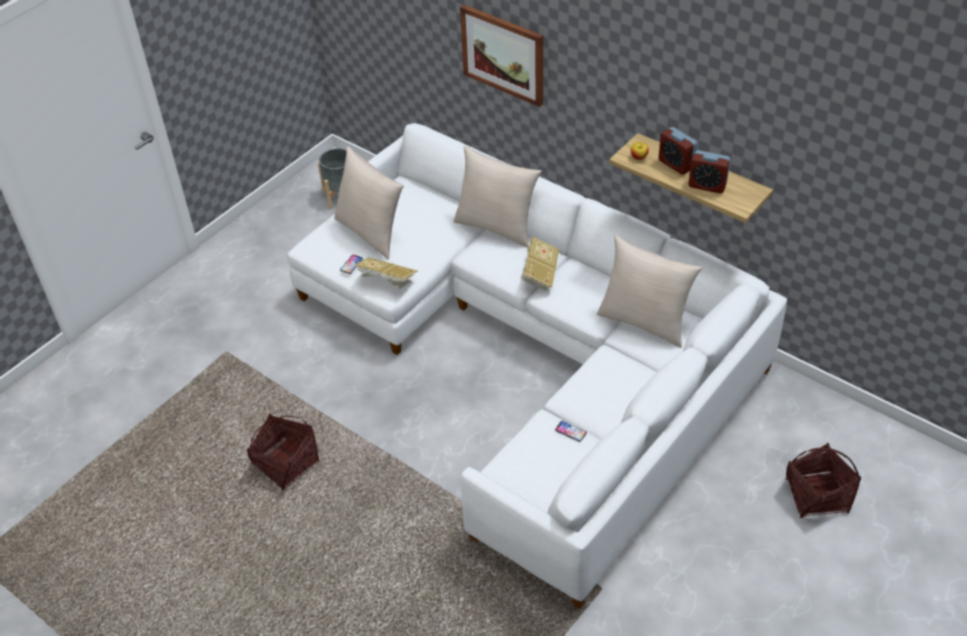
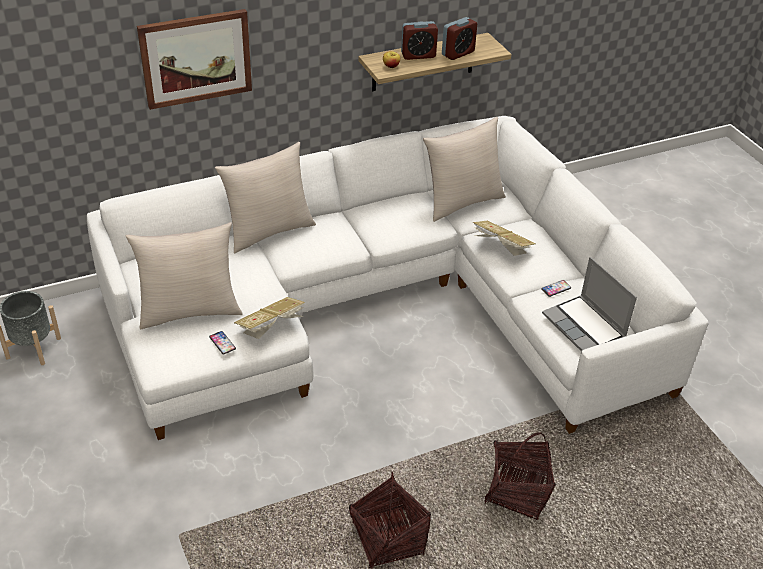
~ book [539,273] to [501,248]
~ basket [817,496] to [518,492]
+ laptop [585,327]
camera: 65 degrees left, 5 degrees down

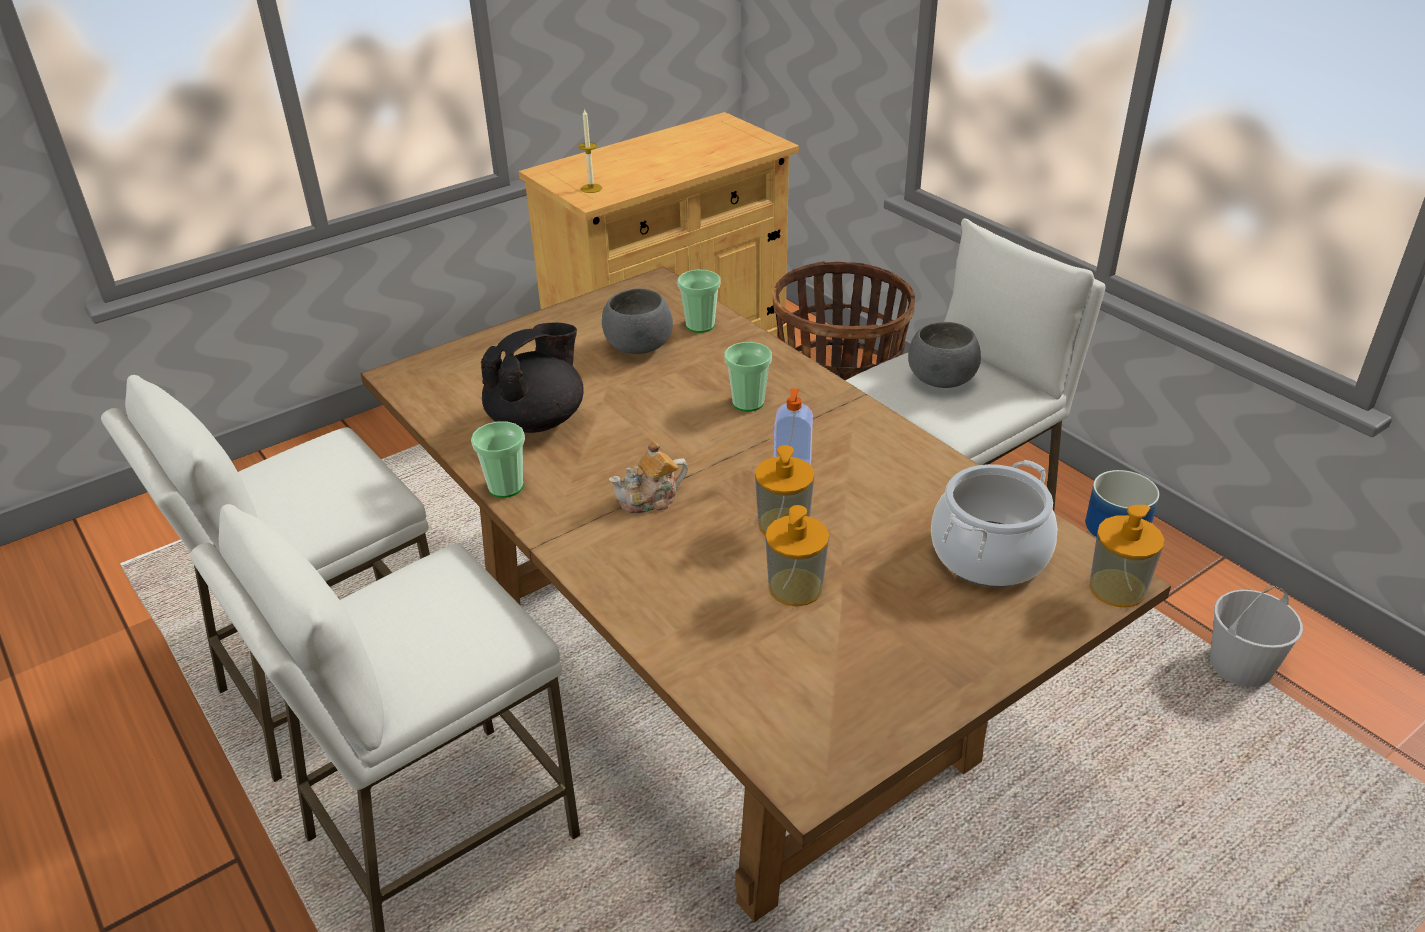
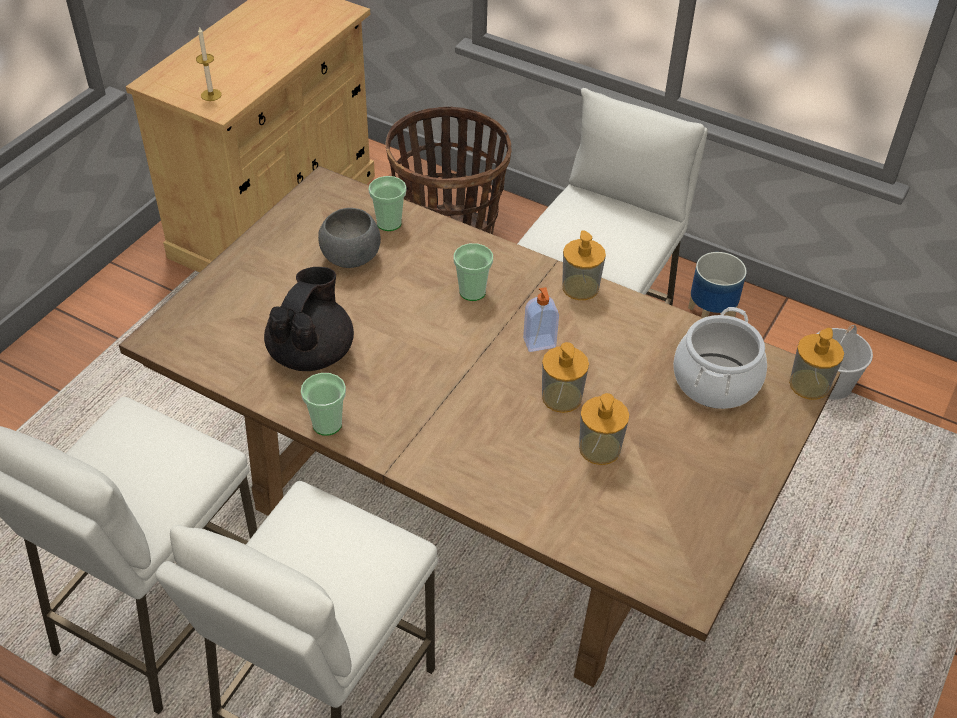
- teapot [650,499]
- grey bowl [941,380]
+ soap dispenser [580,287]
camera: 25 degrees left, 10 degrees up

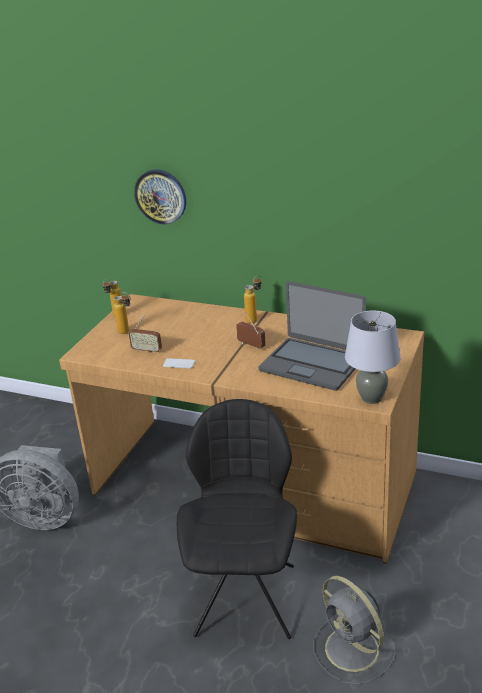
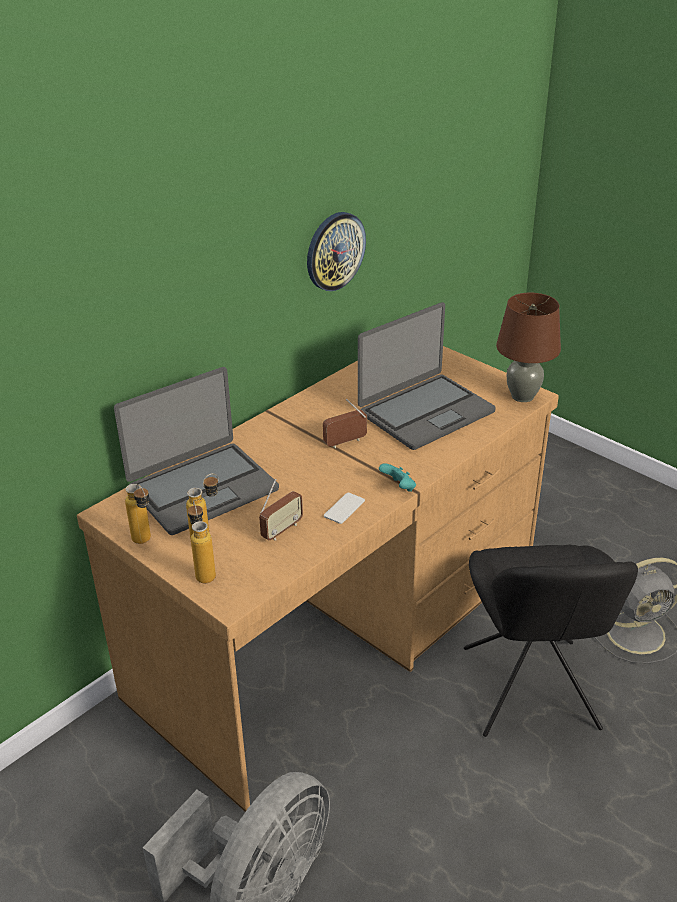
~ wall clock [161,196] to [334,251]
~ black chair [246,596] = [530,692] 120 degrees counterclockwise
~ bottle [255,319] to [204,572]
~ grey table lamp [371,398] to brown table lamp [522,396]
+ laptop [202,488]
+ turquoise game controller [399,487]
camera: 70 degrees left, 5 degrees up

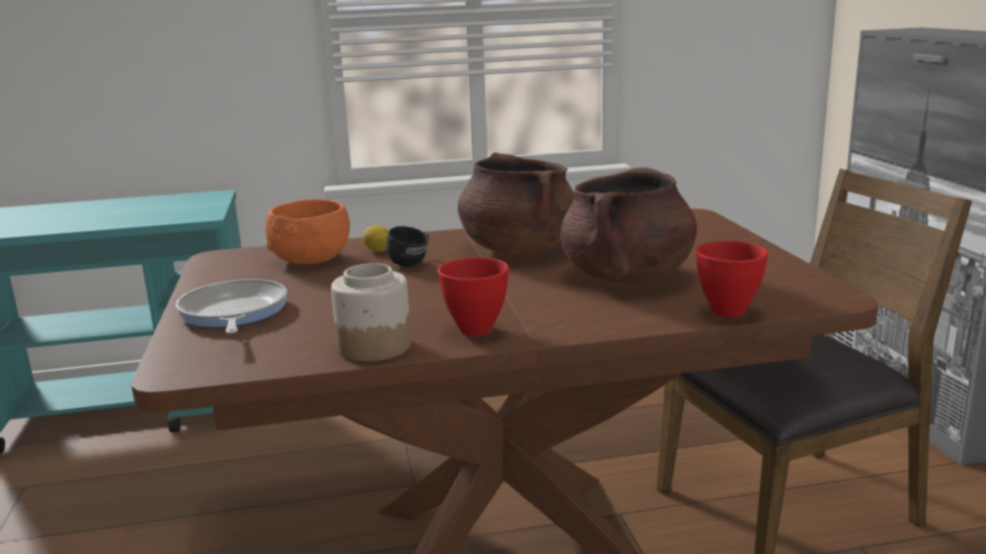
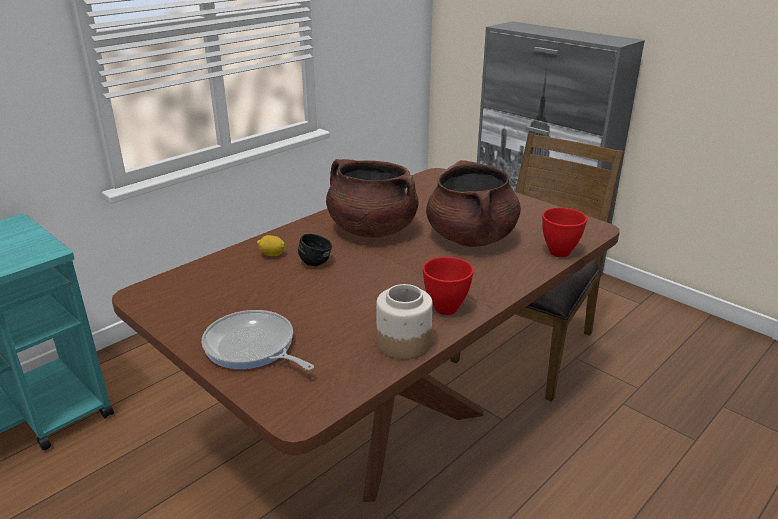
- orange bowl [312,260]
camera: 35 degrees left, 10 degrees up

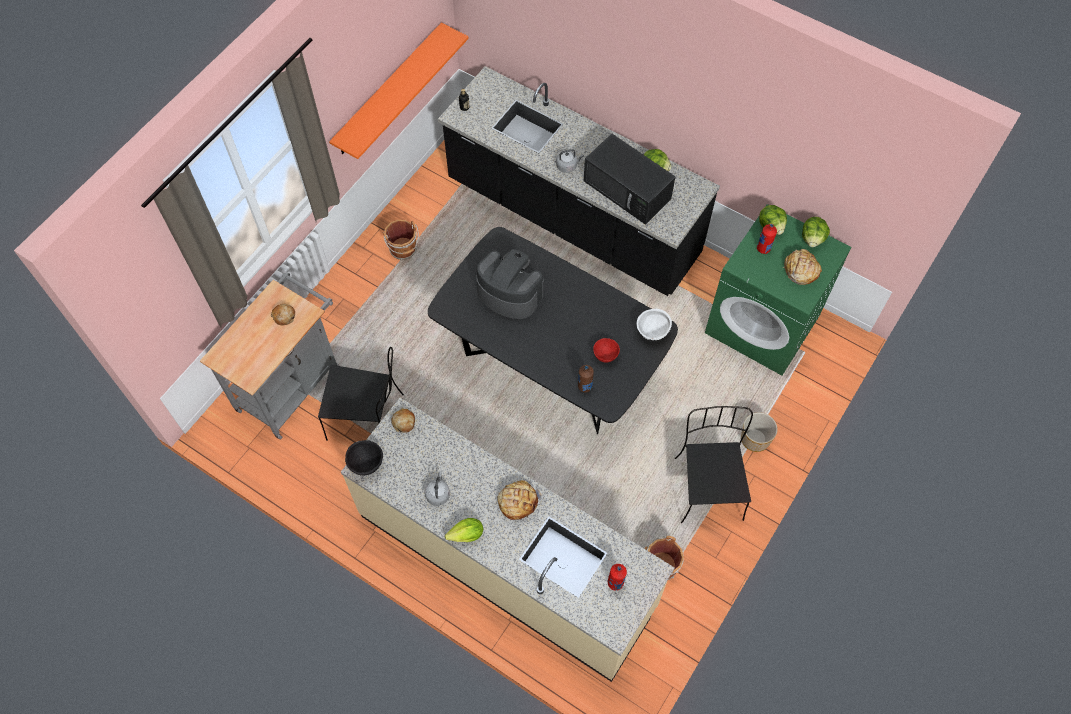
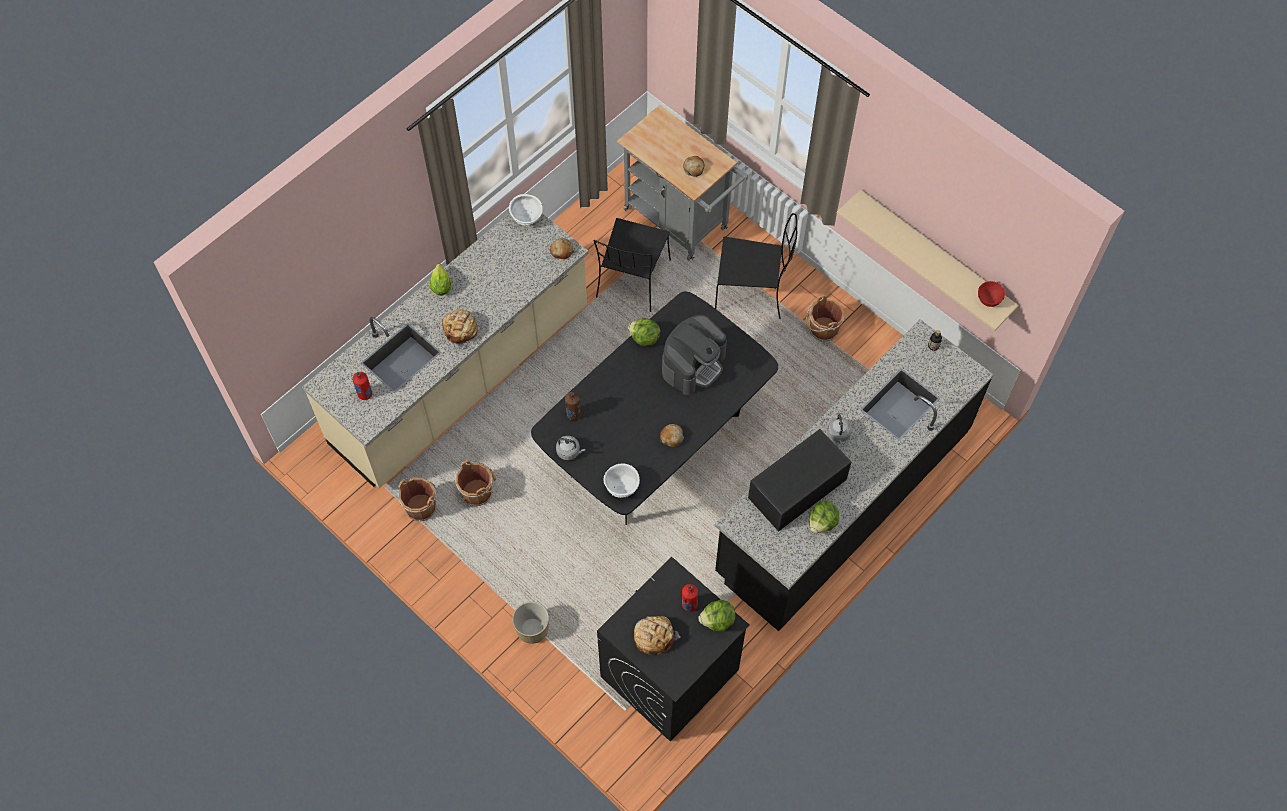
~ orange shelf [388,90] to beige shelf [935,255]
~ black bowl [366,464] to white bowl [526,219]
~ grey kettle [438,494] to [569,451]
~ red bowl [605,355] to [988,299]
~ black chair [707,486] to [752,291]
~ green washing machine [763,324] to black washing machine [669,674]
~ lettuce [812,238] to [644,338]
+ brown bucket [478,492]
+ bread [672,437]
camera: 100 degrees right, 0 degrees up

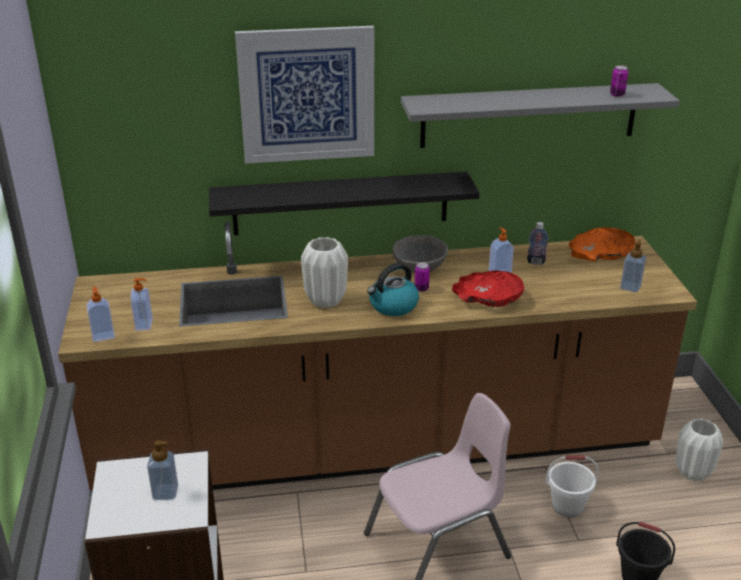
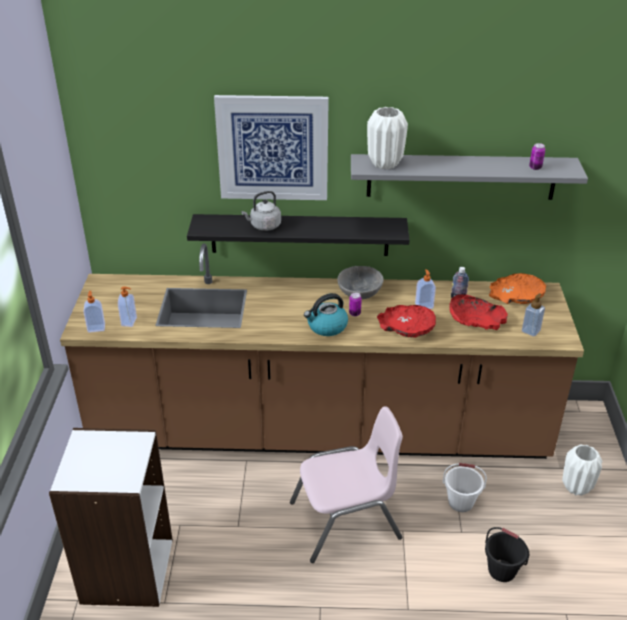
- soap dispenser [165,492]
~ white vase [326,301] to [385,164]
+ grey kettle [264,226]
+ red bowl [475,320]
camera: 10 degrees right, 5 degrees up

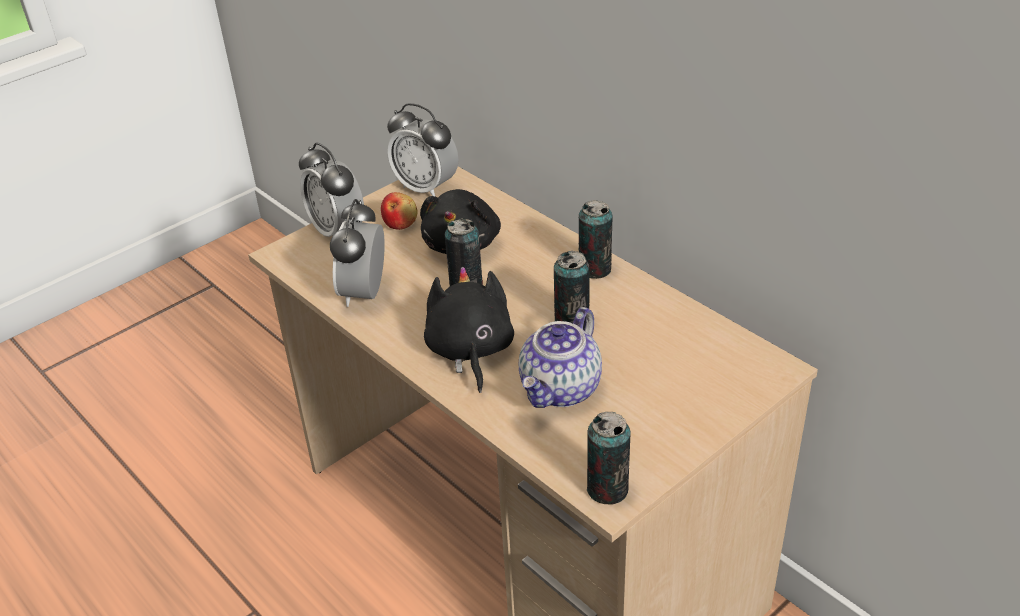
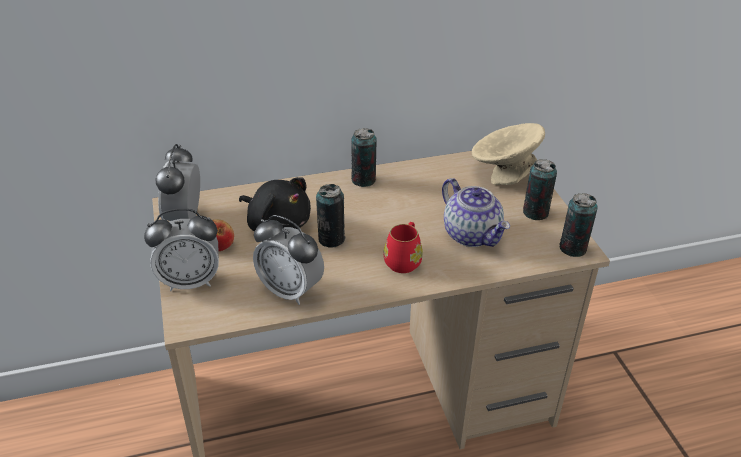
~ alarm clock [426,188] = [184,218] 120 degrees clockwise
~ black plush toy [470,351] to red mug [404,260]
~ can [571,322] to [535,213]
+ beige bowl [504,173]
camera: 65 degrees left, 0 degrees up

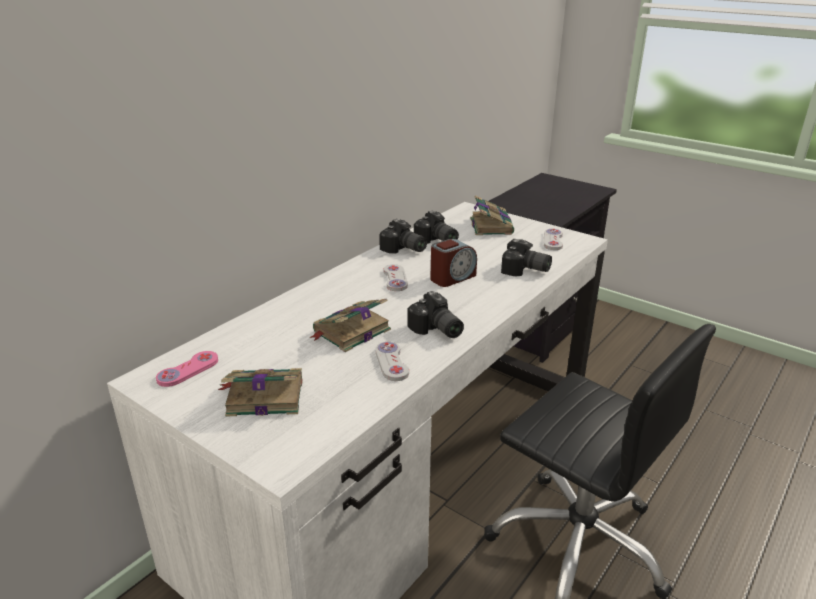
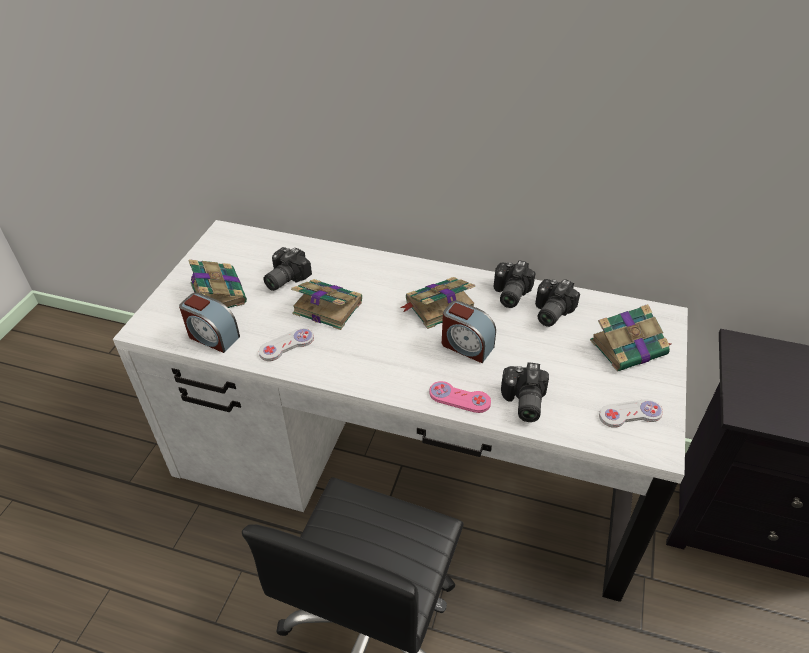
~ pink game controller [188,370] to [459,398]
~ white game controller [395,279] to book [438,306]
~ photo camera [436,330] to [284,278]
+ alarm clock [212,337]
camera: 70 degrees right, 15 degrees up

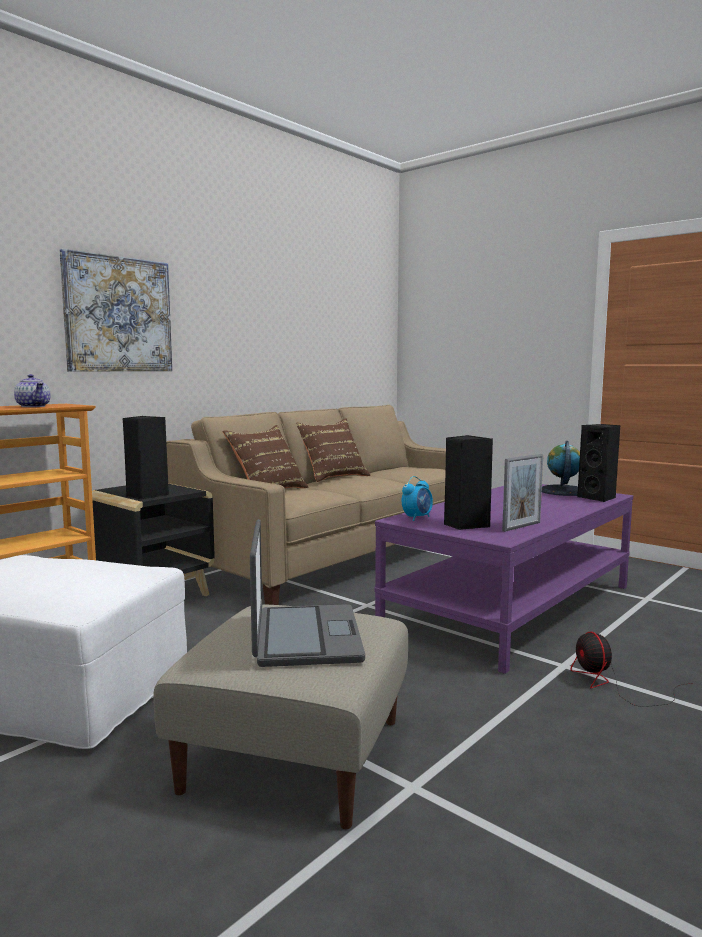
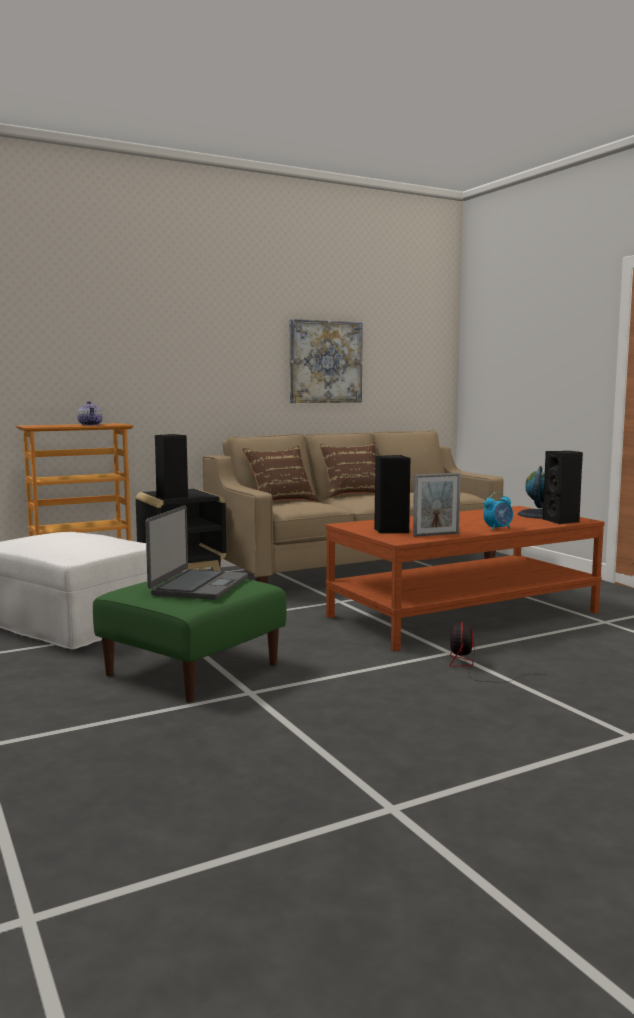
~ picture [118,314] to [325,362]
~ beige ottoman [294,753] to green ottoman [193,669]
~ purple coffee table [512,606] to brown coffee table [464,614]
~ alarm clock [417,518] to [498,529]
camera: 20 degrees right, 0 degrees up

